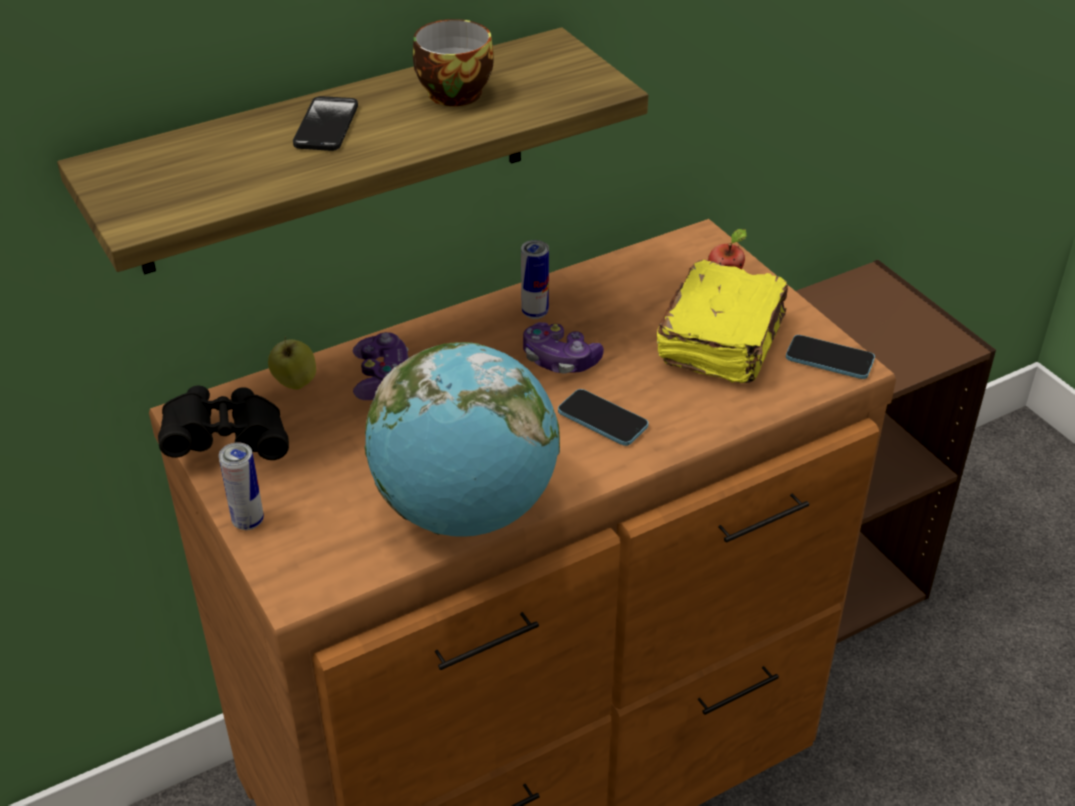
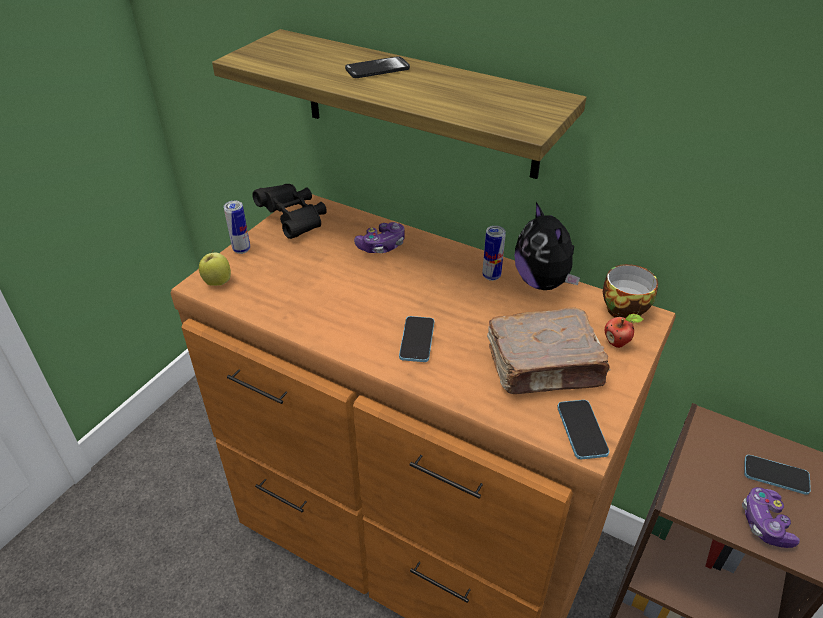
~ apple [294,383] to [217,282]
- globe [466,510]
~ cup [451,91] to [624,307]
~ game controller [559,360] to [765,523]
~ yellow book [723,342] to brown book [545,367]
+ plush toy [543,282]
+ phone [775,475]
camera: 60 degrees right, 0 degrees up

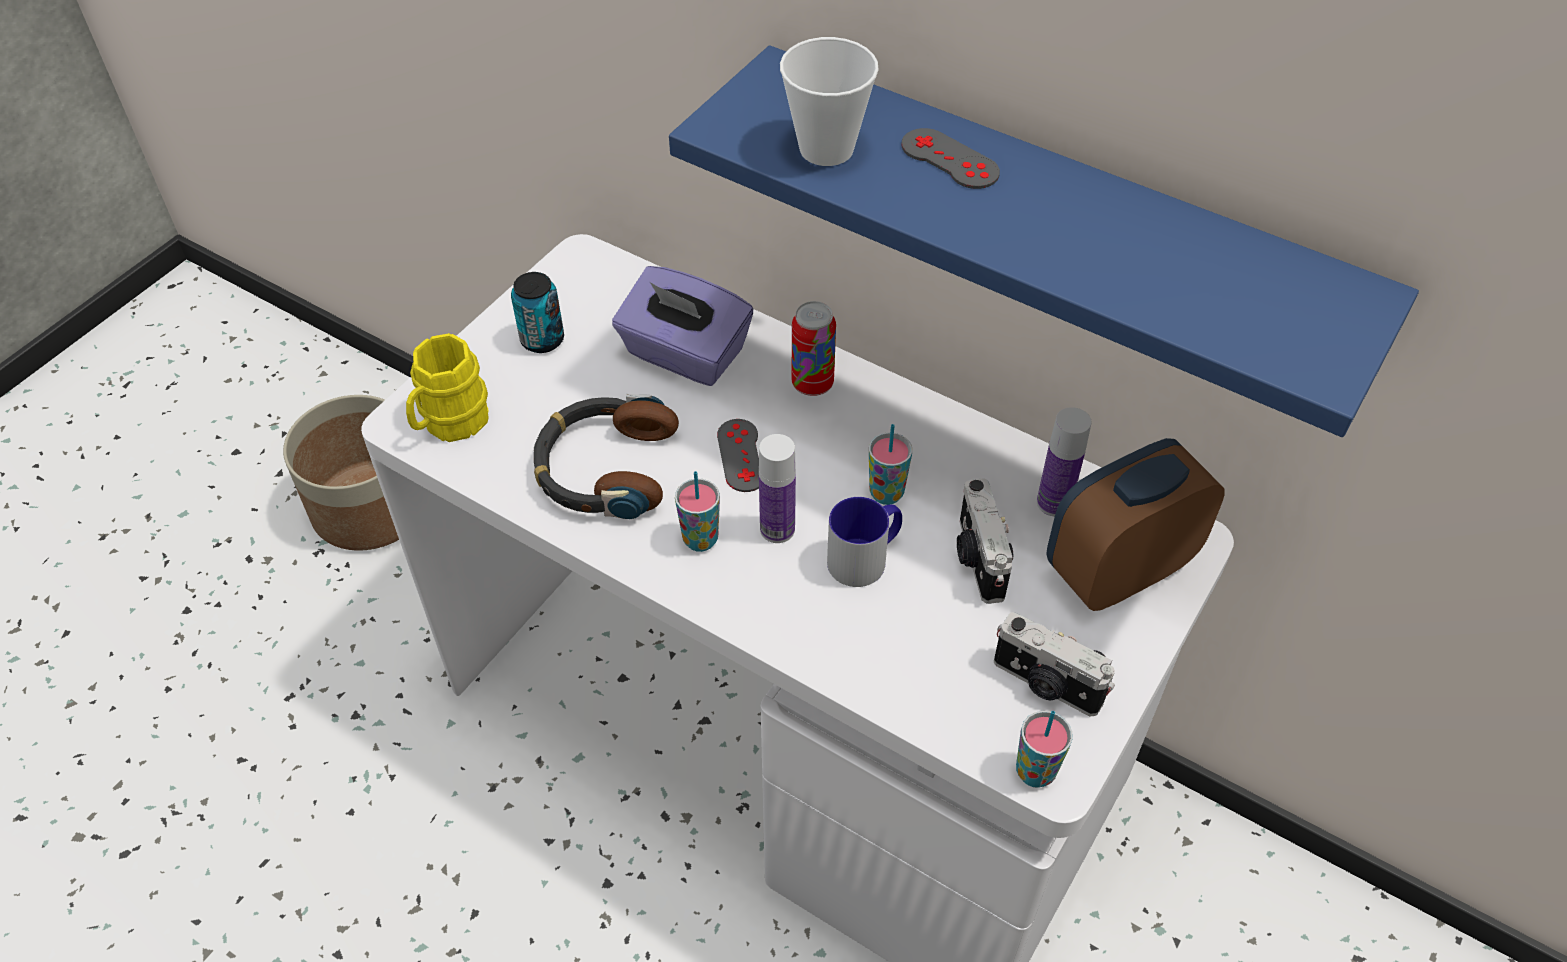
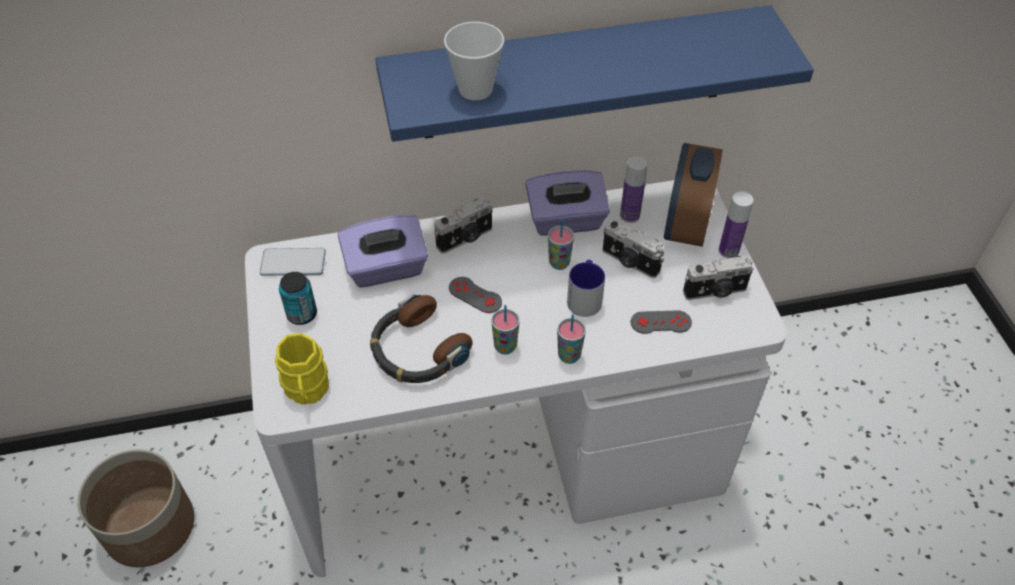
~ bottle [777,529] to [728,251]
~ can [812,384] to photo camera [465,239]
~ grey game controller [949,159] to [661,322]
~ cup [1035,772] to [569,356]
+ phone [293,263]
+ purple tissue box [566,221]
camera: 45 degrees left, 0 degrees up

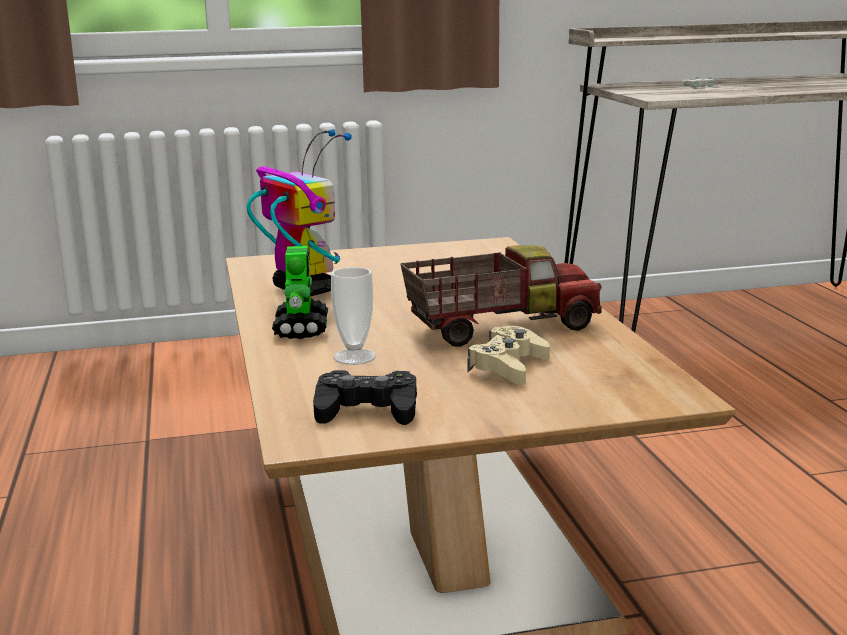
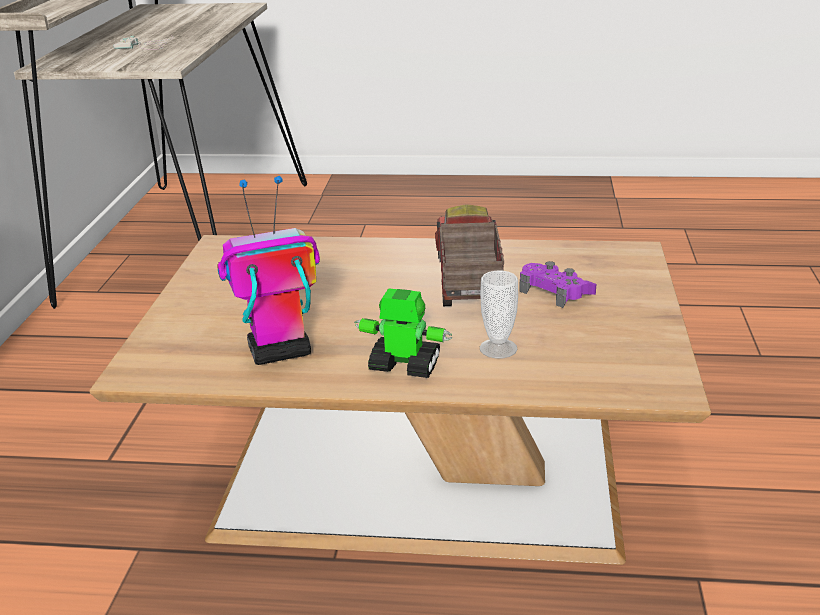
- black game controller [367,410]
~ beige game controller [508,367] to purple game controller [555,292]
camera: 70 degrees left, 10 degrees up

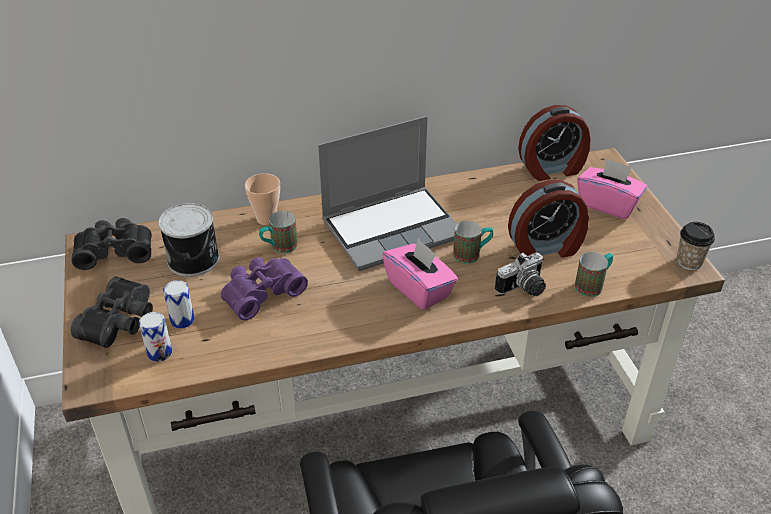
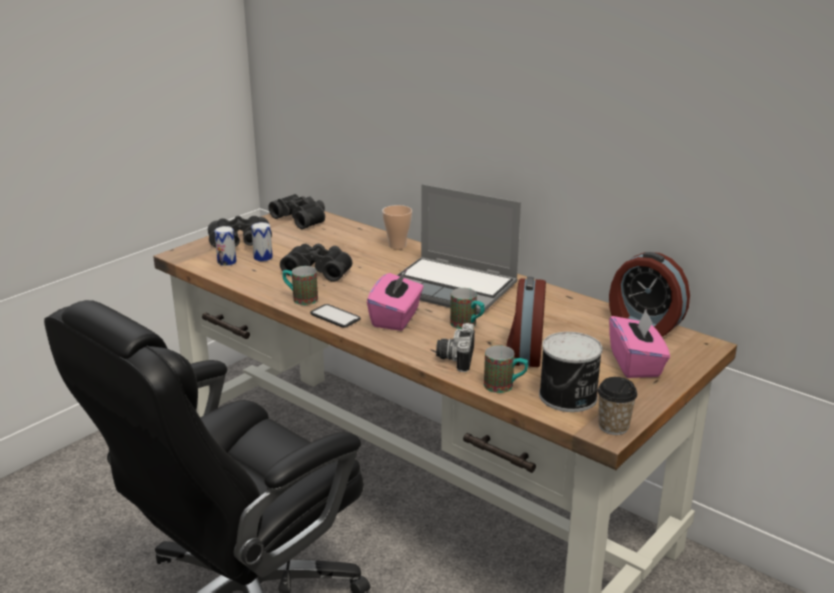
~ can [195,259] to [569,397]
~ purple binoculars [261,292] to black binoculars [319,270]
~ mug [279,247] to [300,299]
~ photo camera [524,289] = [454,358] 75 degrees clockwise
~ alarm clock [546,248] = [523,353] 60 degrees clockwise
+ phone [335,317]
camera: 55 degrees right, 15 degrees down

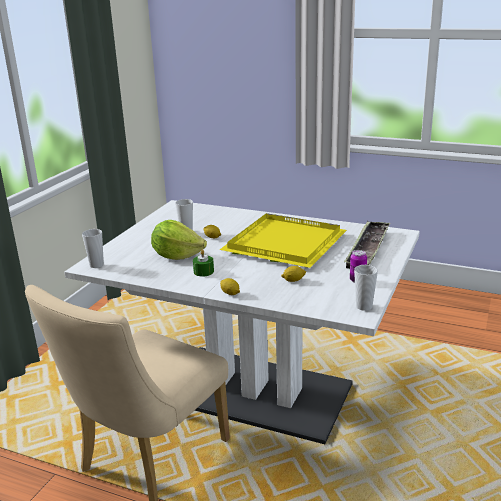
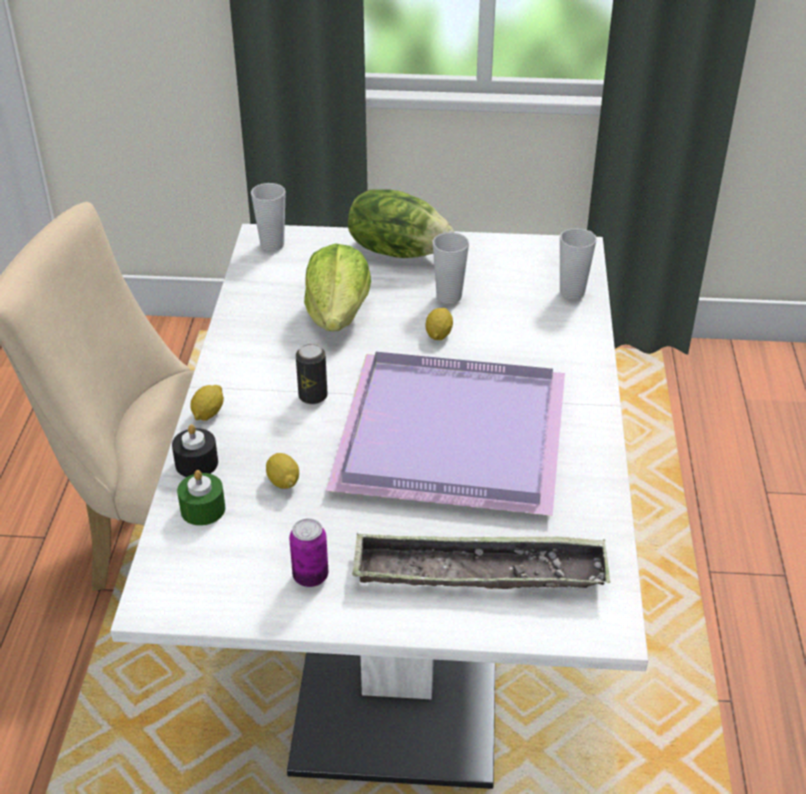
~ green candle [203,271] to [203,509]
~ yellow tray [282,244] to purple tray [448,433]
~ cup [364,306] to [572,292]
+ black candle [196,463]
+ can [313,396]
+ lettuce [398,251]
camera: 70 degrees right, 15 degrees up

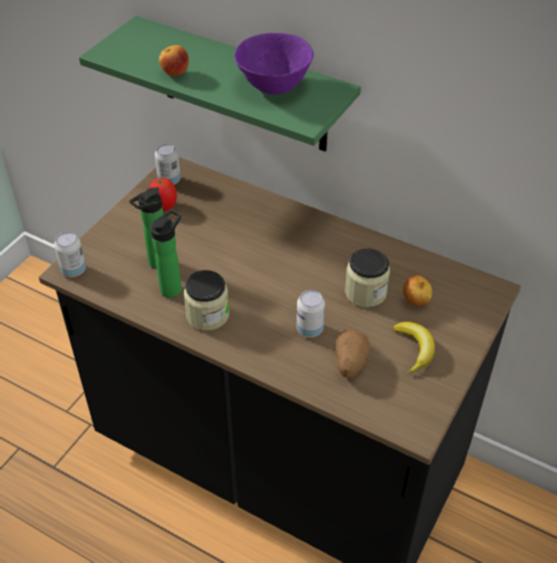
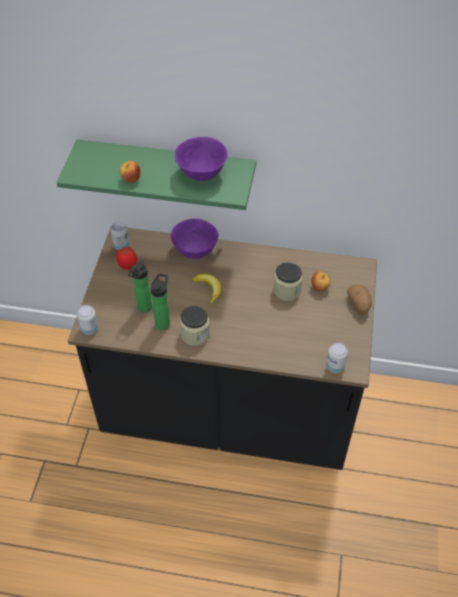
~ can [309,329] to [335,366]
~ potato [350,363] to [358,305]
~ banana [414,349] to [209,289]
+ purple bowl [195,251]
camera: 20 degrees left, 5 degrees up

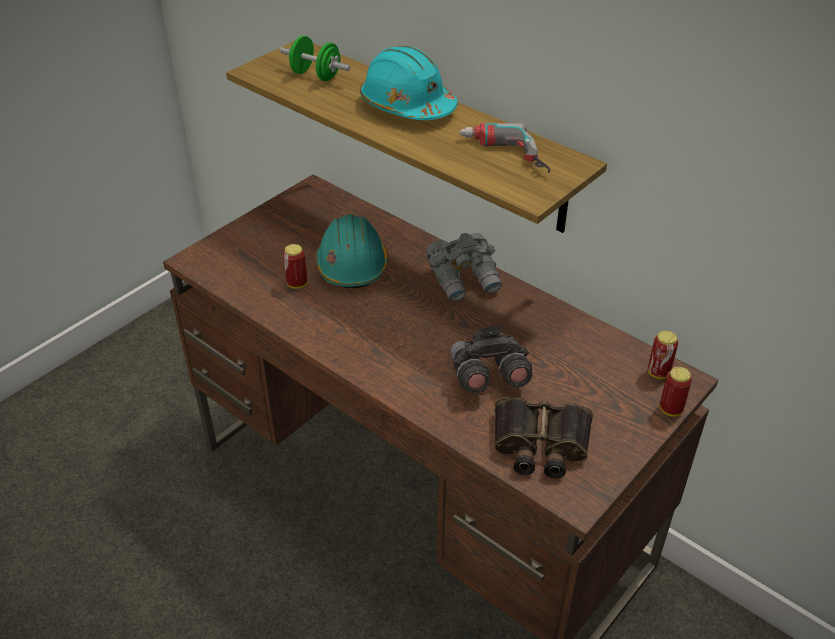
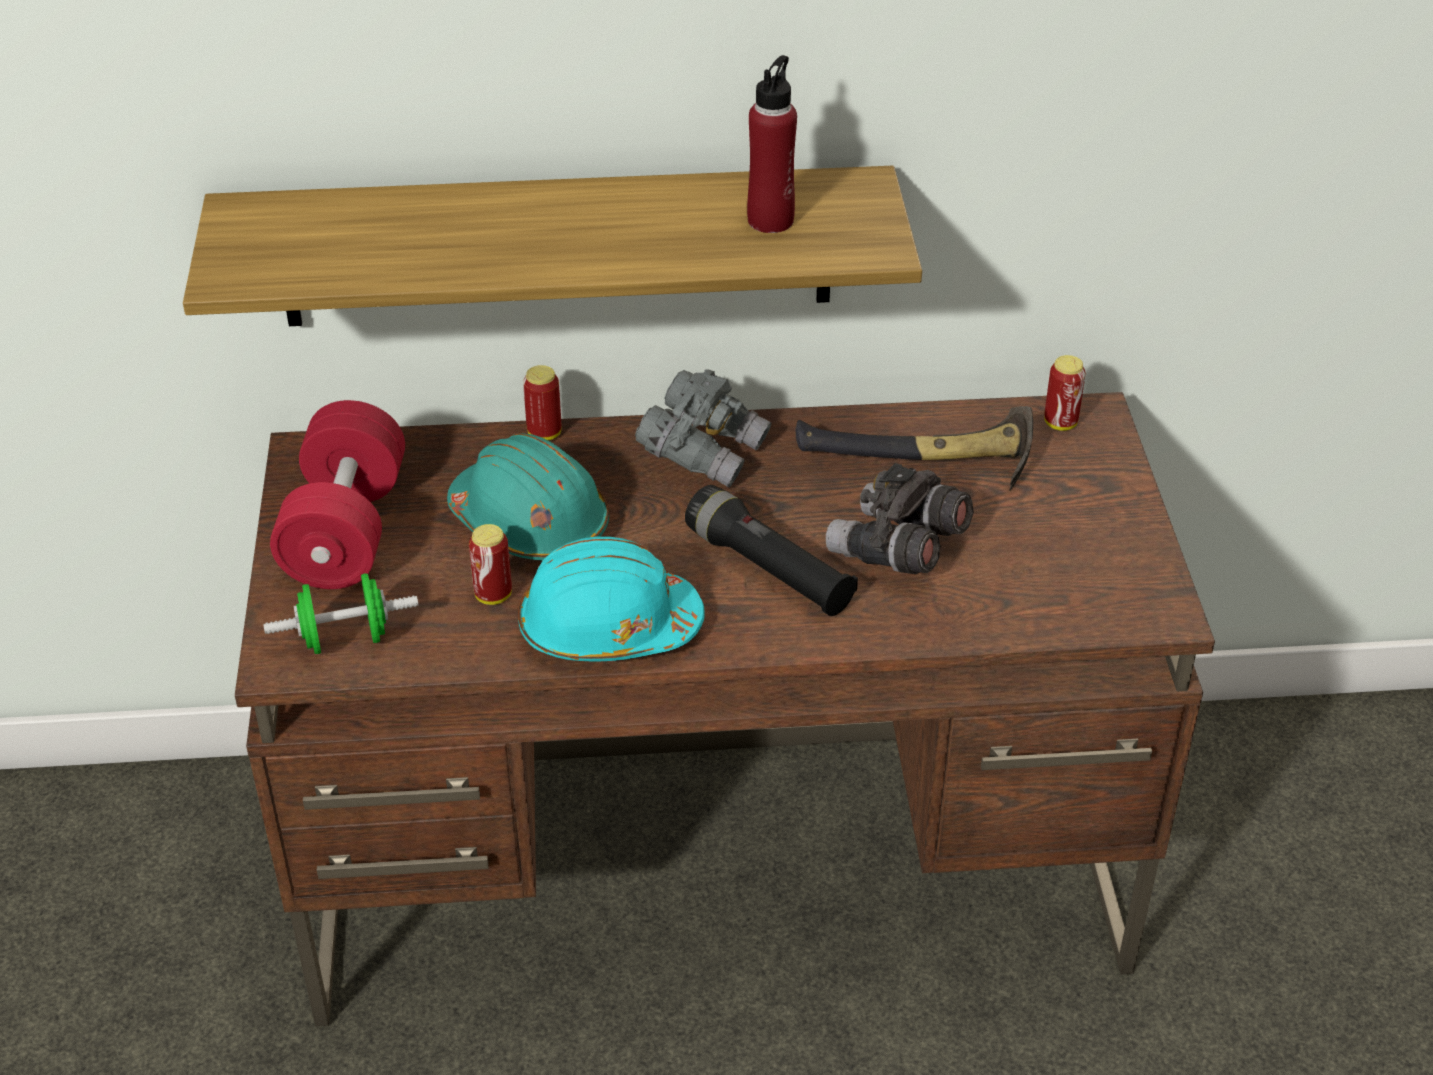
~ green dumbbell [316,76] to [345,638]
~ turquoise hard hat [407,106] to [608,628]
~ power drill [502,156] to red bottle [771,220]
- binoculars [540,445]
~ can [670,409] to [544,433]
+ red dumbbell [345,530]
+ black flashlight [769,570]
+ hammer [922,465]
camera: 45 degrees left, 0 degrees up

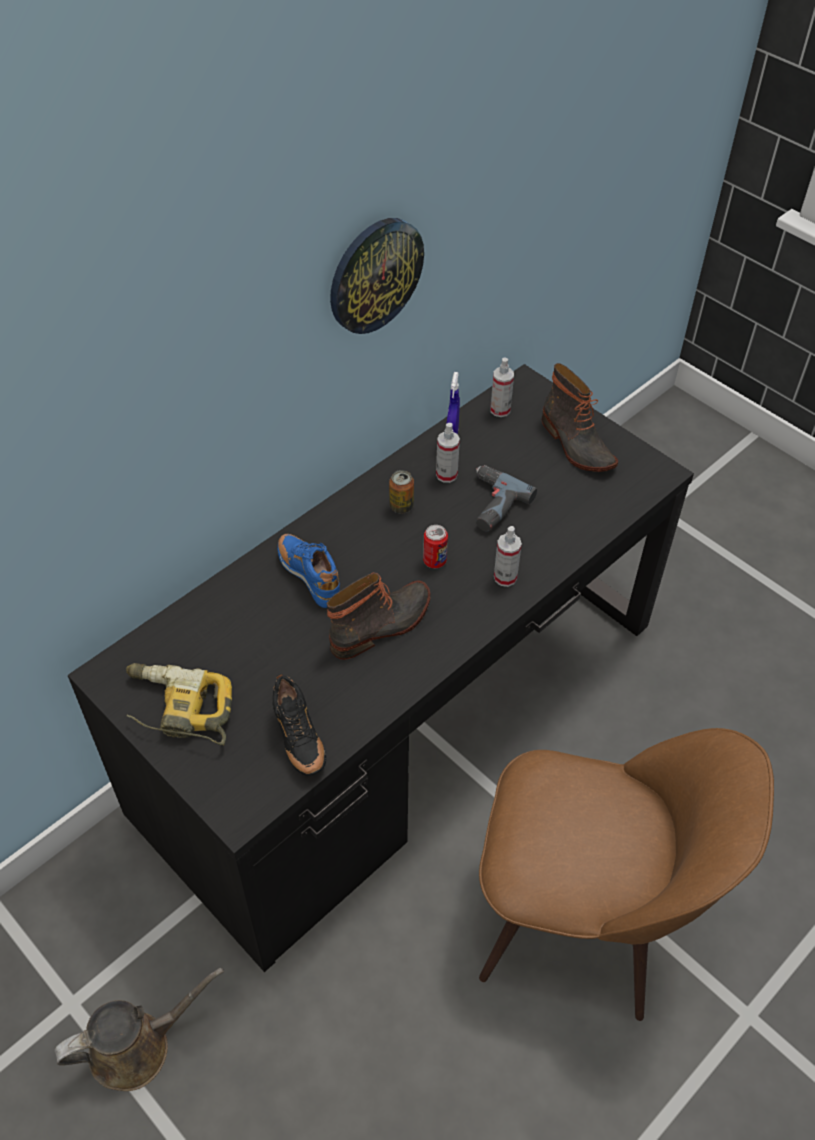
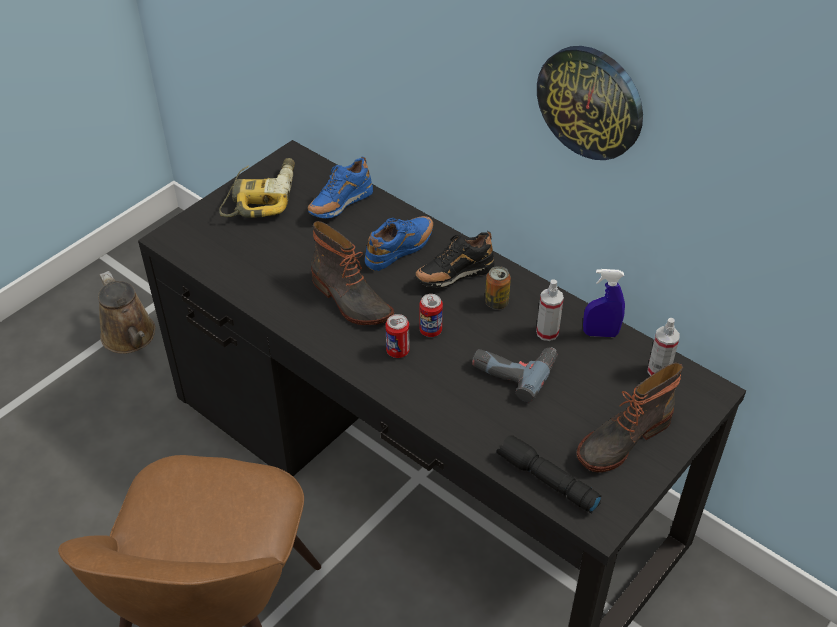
~ black shoe [299,740] to [454,276]
- spray bottle [505,577]
+ blue shoe [340,205]
+ can [397,351]
+ black flashlight [546,481]
camera: 85 degrees right, 5 degrees down

